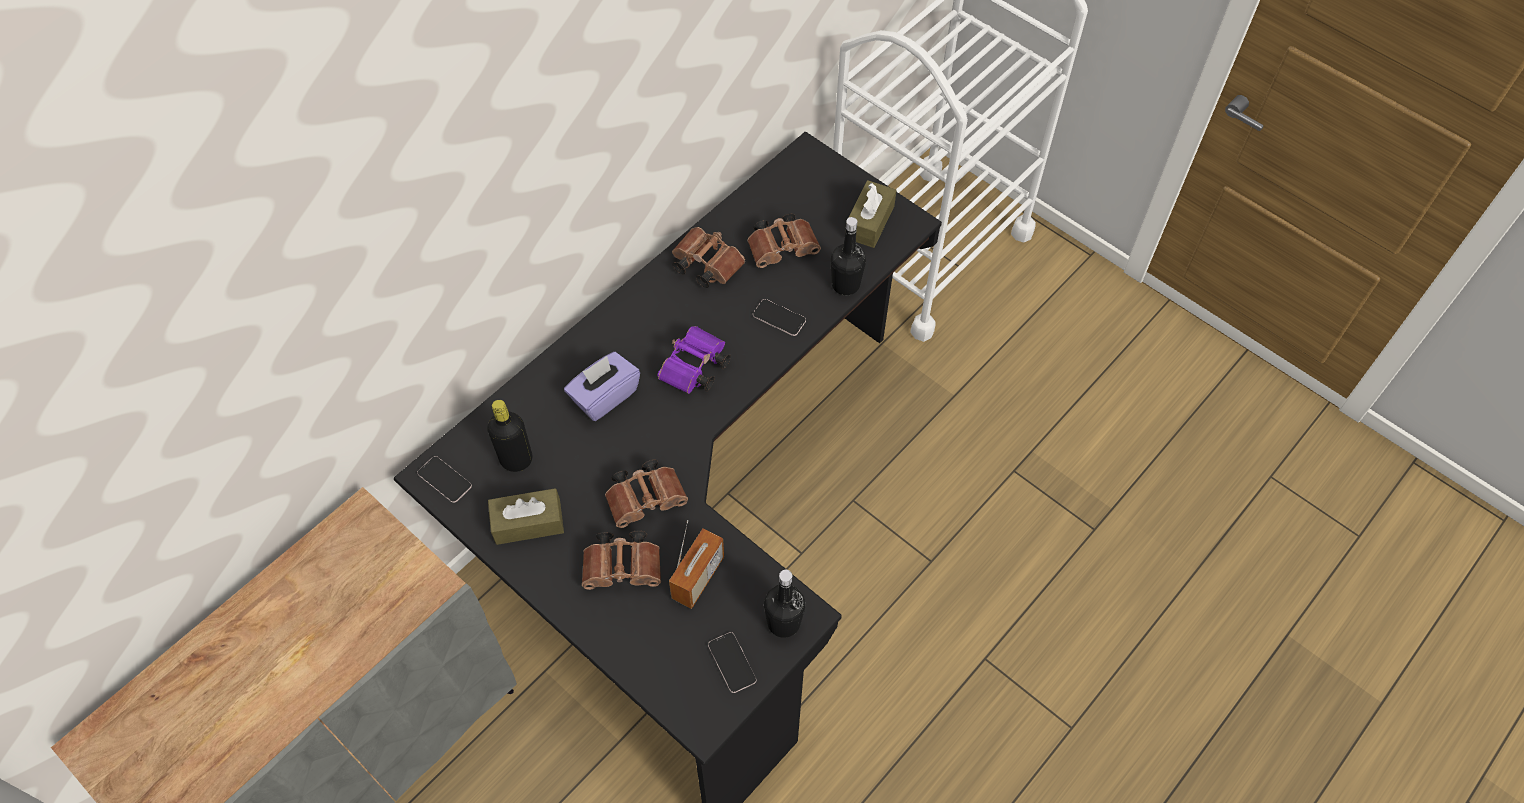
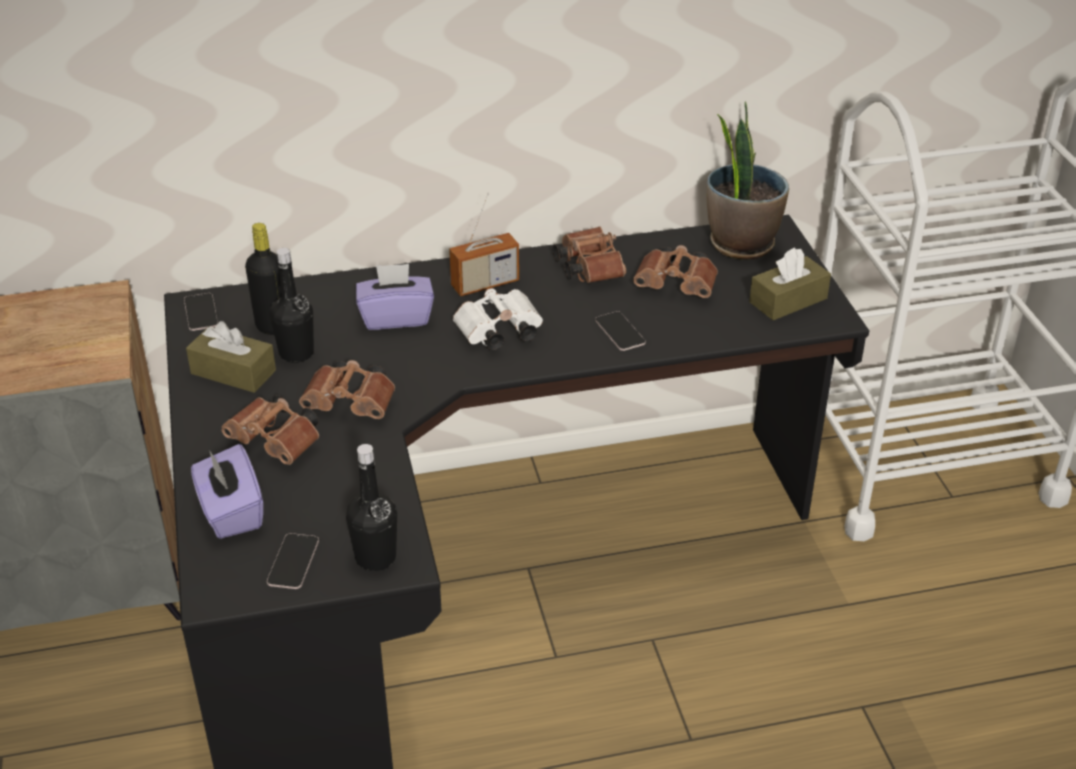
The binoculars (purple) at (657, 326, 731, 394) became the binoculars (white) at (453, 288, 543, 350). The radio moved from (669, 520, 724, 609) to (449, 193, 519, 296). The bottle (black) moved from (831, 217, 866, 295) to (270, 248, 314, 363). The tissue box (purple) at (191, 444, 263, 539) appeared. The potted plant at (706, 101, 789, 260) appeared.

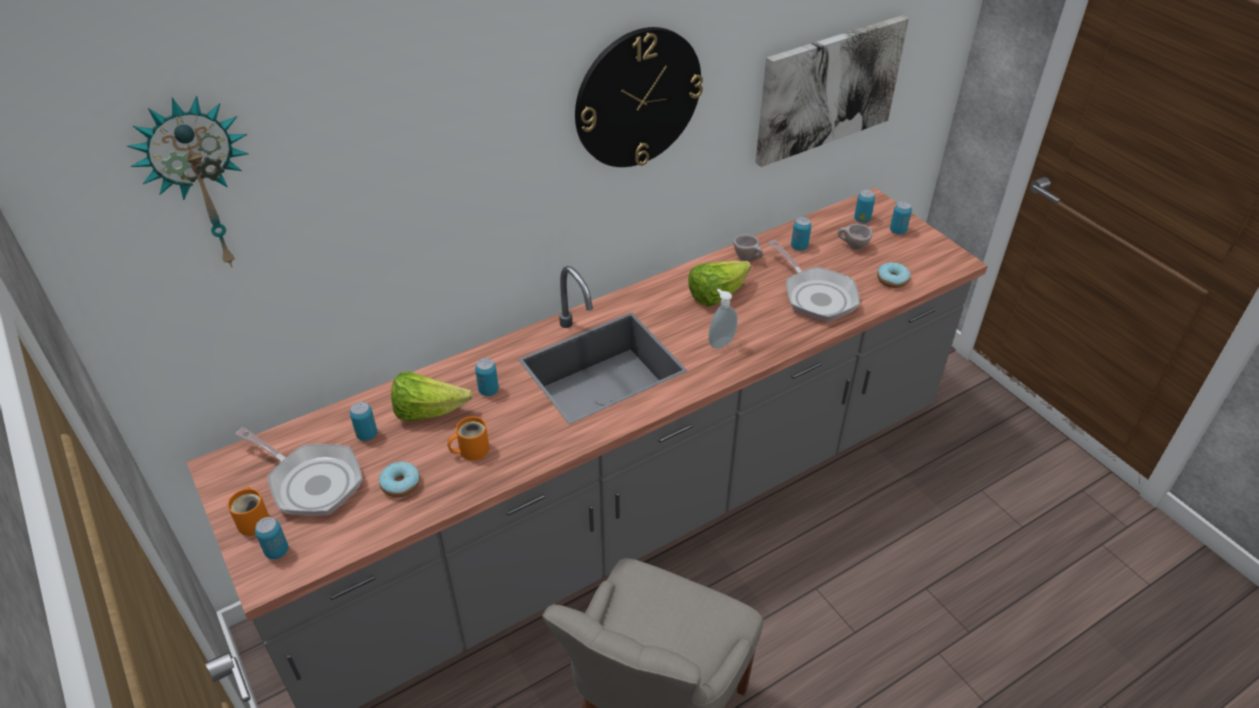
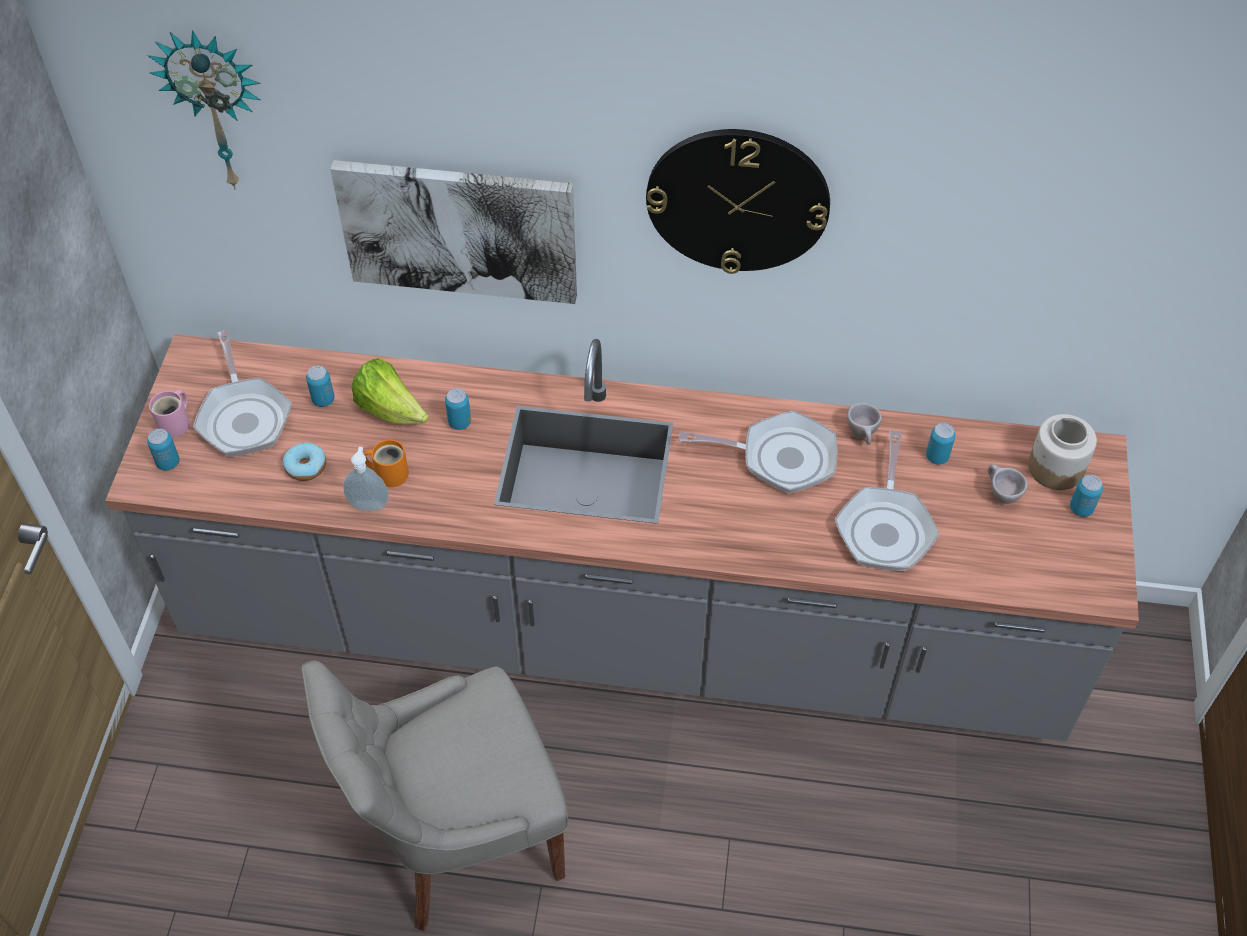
The mug (orange) at (228, 487, 270, 536) became the mug (pink) at (149, 390, 190, 438). The lettuce at (688, 261, 751, 306) was replaced by the frying pan at (679, 410, 837, 494). The soap dispenser moved from (708, 289, 738, 349) to (343, 447, 389, 511). The picture moved from (755, 15, 909, 167) to (330, 160, 577, 304). The can at (854, 190, 875, 223) was replaced by the jar at (1028, 414, 1097, 490). The donut at (877, 262, 910, 288) disappeared.

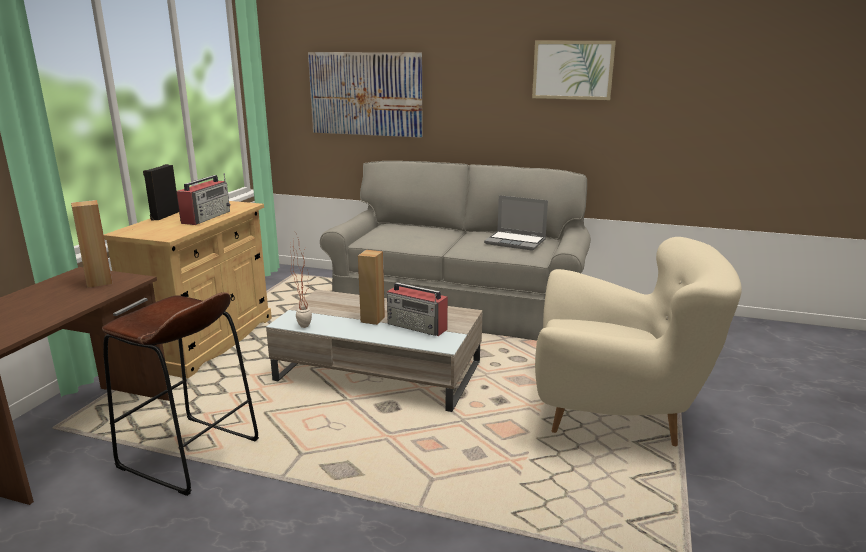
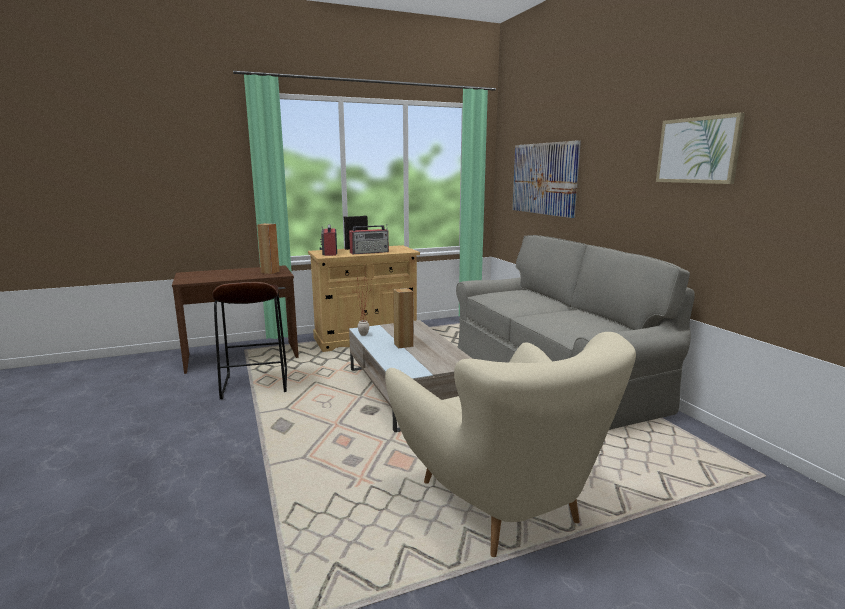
The radio moved from (387, 282, 448, 336) to (320, 224, 337, 256). The laptop at (484, 195, 548, 251) disappeared.

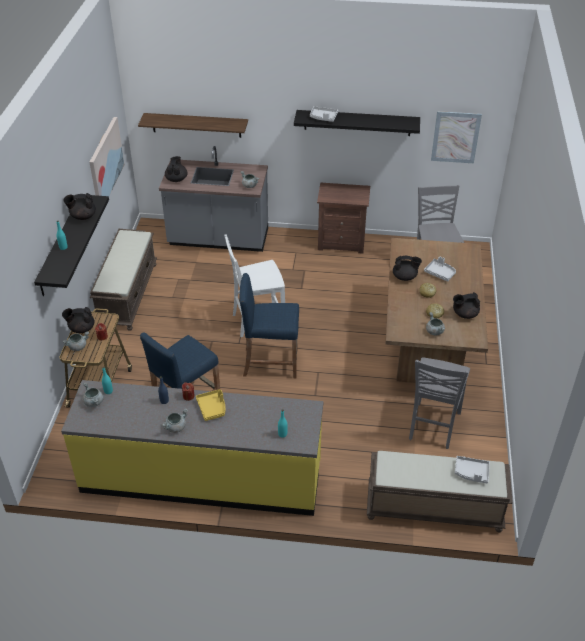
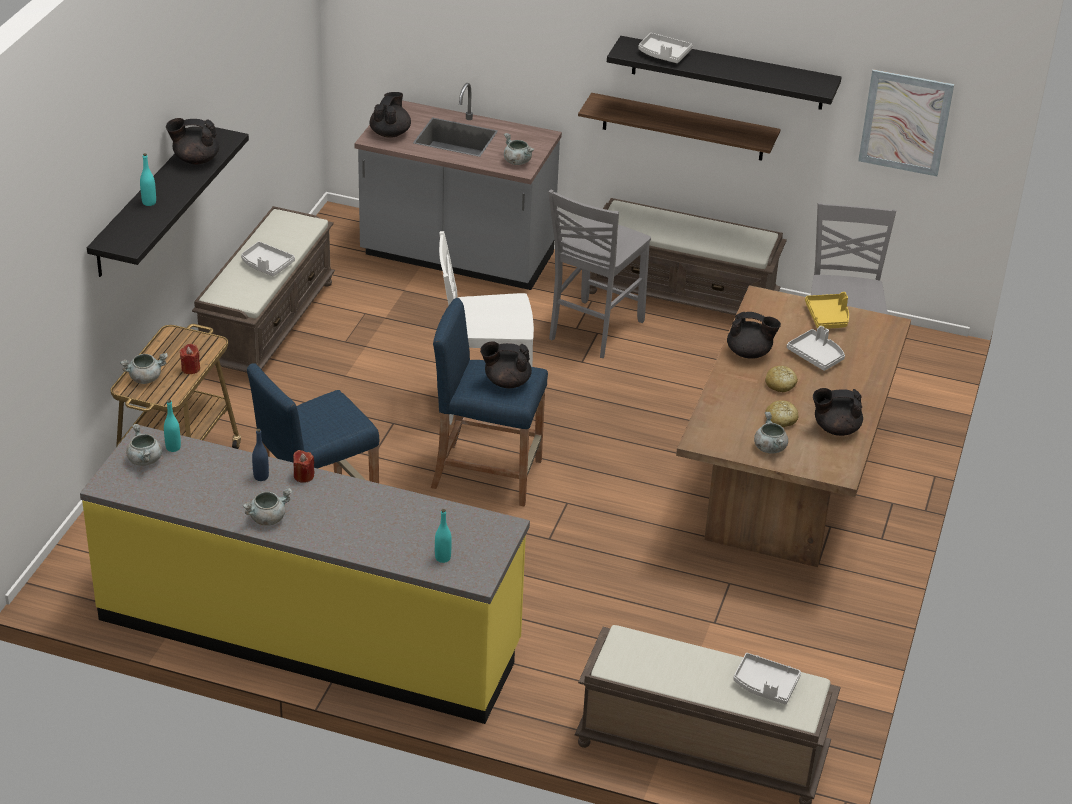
The teapot (black) moved from (62, 307, 94, 333) to (480, 341, 532, 388). The picture at (89, 117, 125, 196) disappeared. The shelf moved from (138, 113, 248, 138) to (578, 93, 781, 161). The tray (yellow) moved from (196, 389, 226, 421) to (805, 292, 849, 329). The nightstand (brown) at (317, 183, 370, 254) was replaced by the bench (brown) at (589, 198, 787, 315). The chair (grey) moved from (409, 357, 470, 449) to (548, 190, 651, 358). The tray (grey) at (241, 241, 295, 276) appeared.

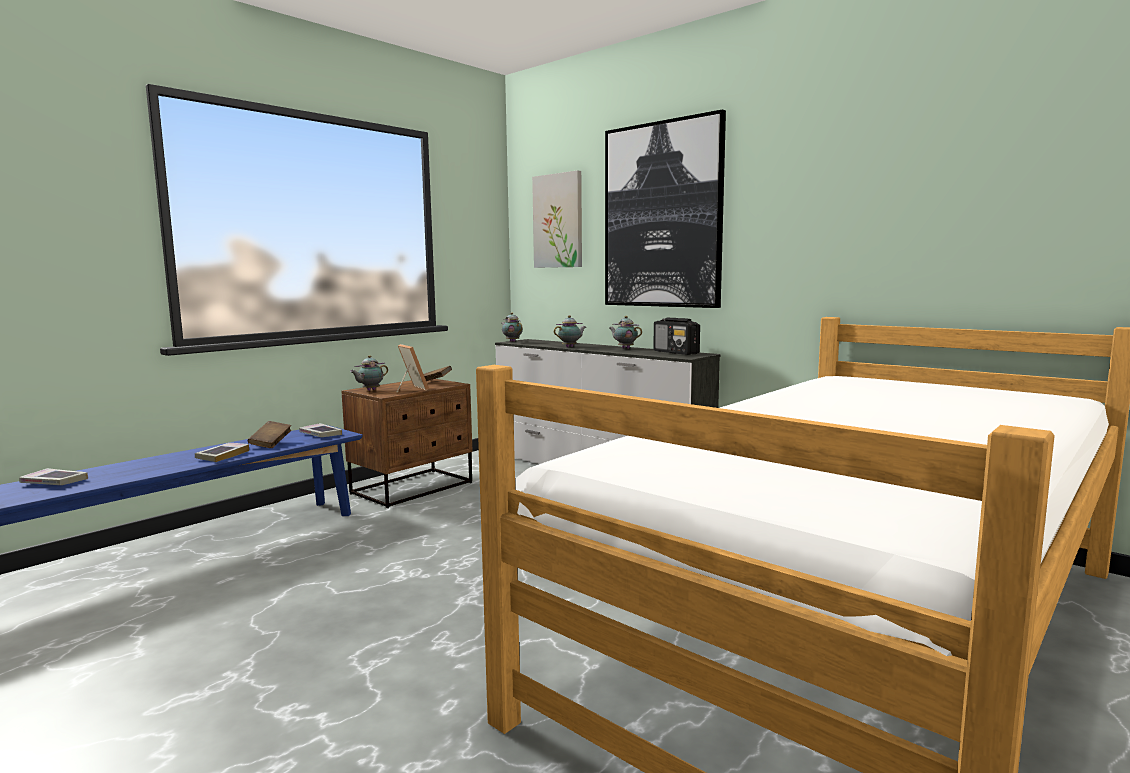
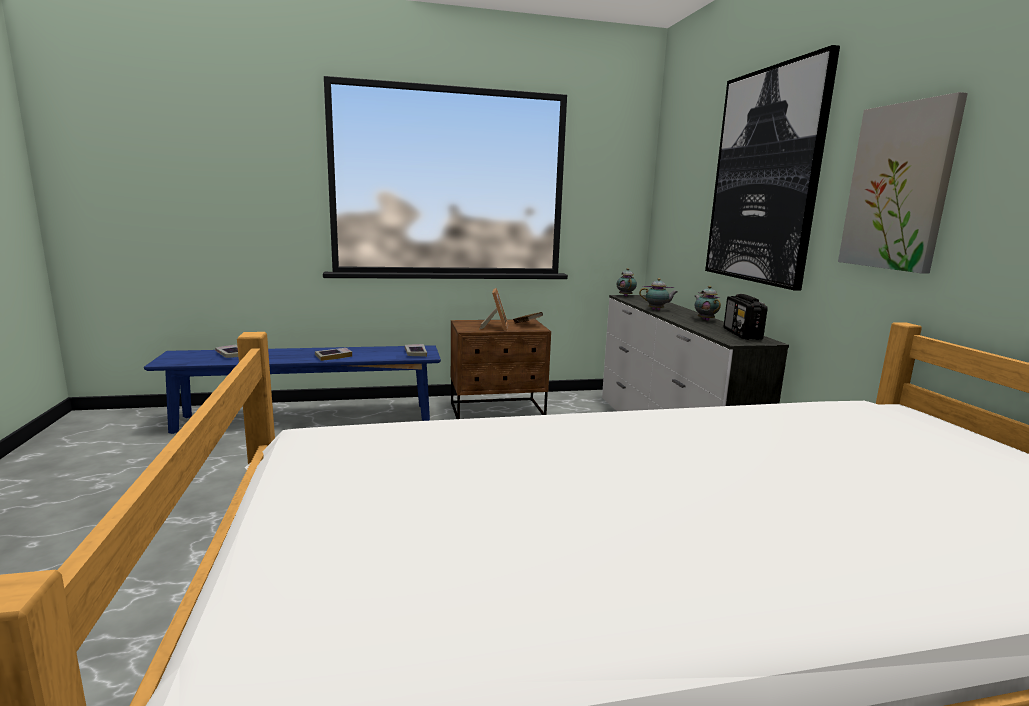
The book (brown) at (248, 421, 291, 448) disappeared. The teapot at (350, 355, 388, 391) disappeared. The picture moved from (532, 170, 582, 268) to (838, 92, 968, 274).

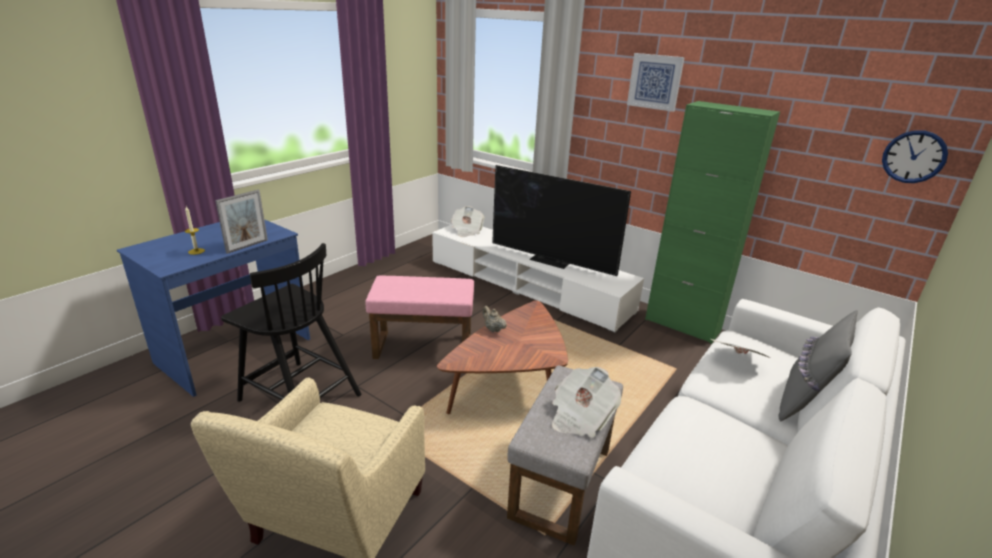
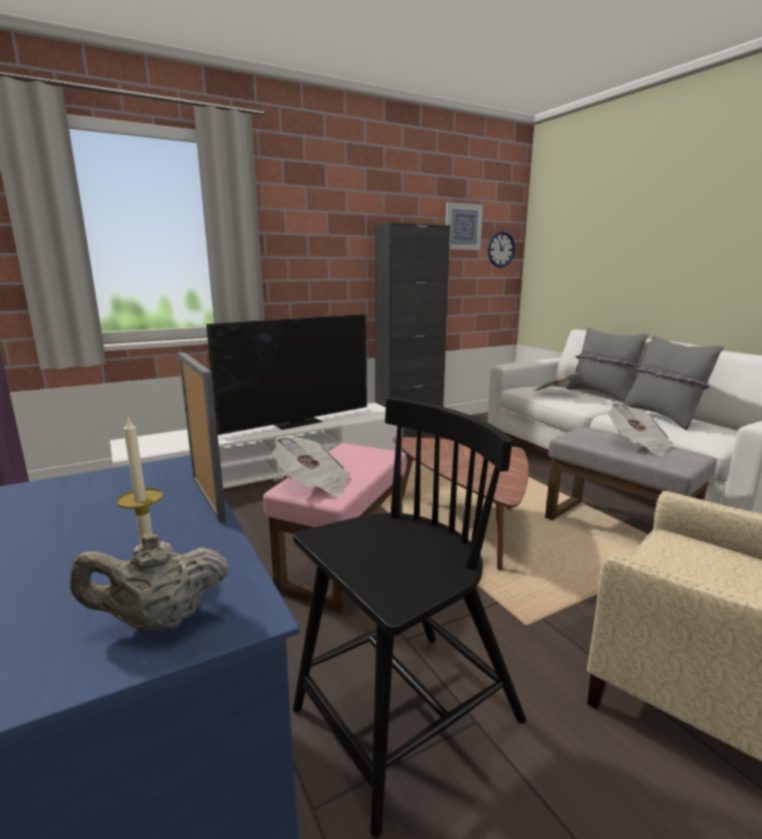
The newspaper moved from (451, 206, 485, 237) to (272, 436, 350, 496). The teapot (beige) moved from (482, 306, 507, 332) to (70, 533, 229, 632). The picture moved from (627, 53, 685, 112) to (445, 202, 483, 250). The cabinet (green) at (645, 101, 780, 344) became the cabinet (black) at (375, 222, 450, 437). The pillow (grey) at (622, 335, 724, 430) appeared.

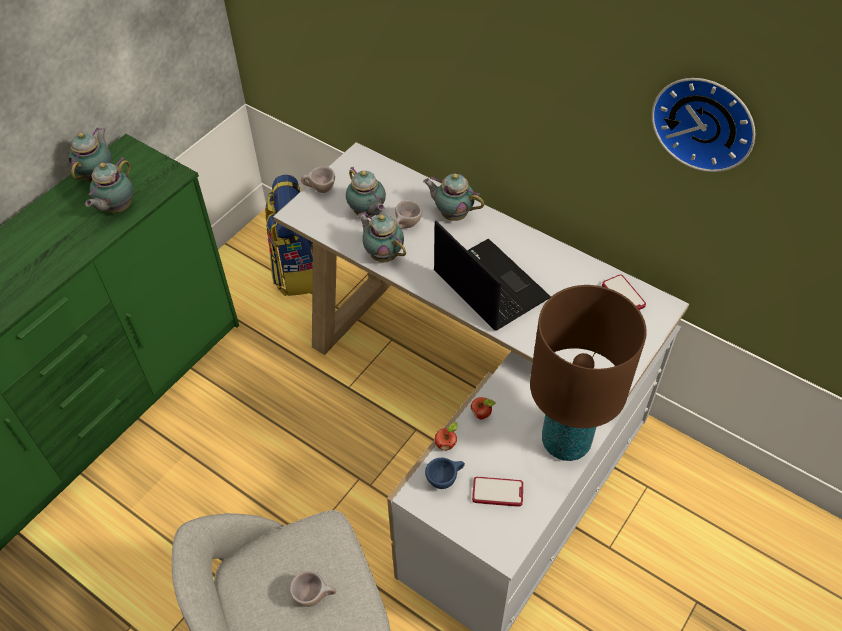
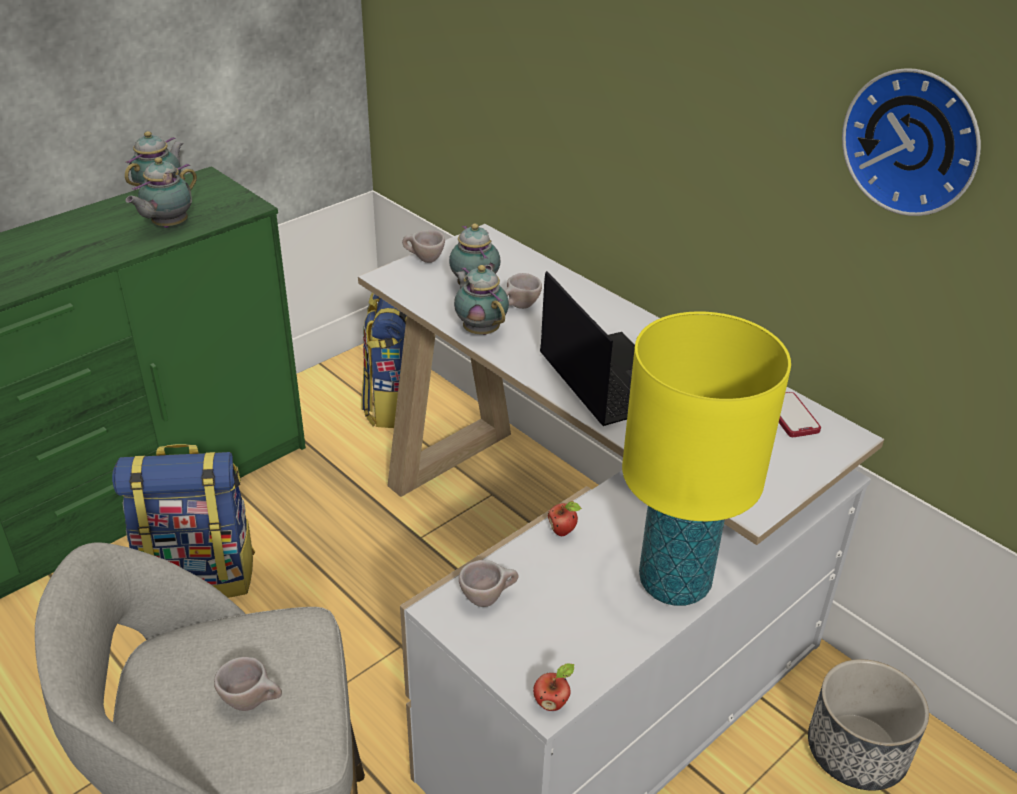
The teapot at (423, 174, 484, 221) disappeared. The cup (blue) at (425, 458, 465, 489) became the cup (beige) at (459, 560, 519, 607). The apple moved from (434, 422, 458, 450) to (533, 663, 574, 711). The phone at (472, 477, 523, 507) disappeared. The table lamp (brown) at (530, 285, 647, 461) became the table lamp (yellow) at (622, 311, 791, 606). The backpack at (112, 444, 255, 598) appeared. The planter at (808, 659, 929, 791) appeared.

